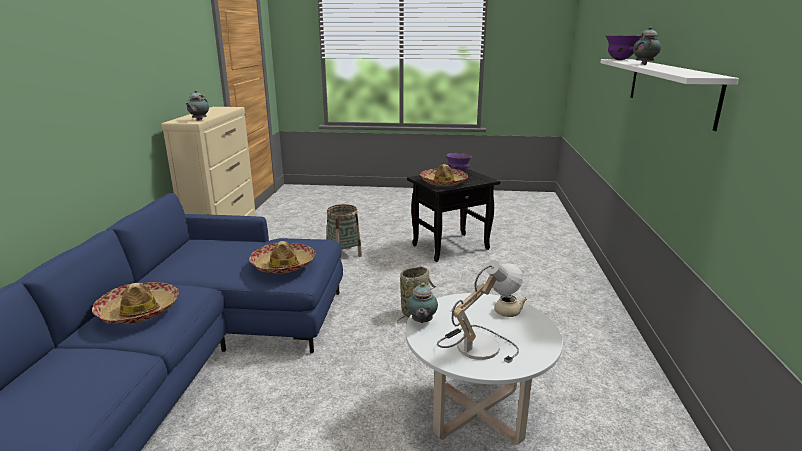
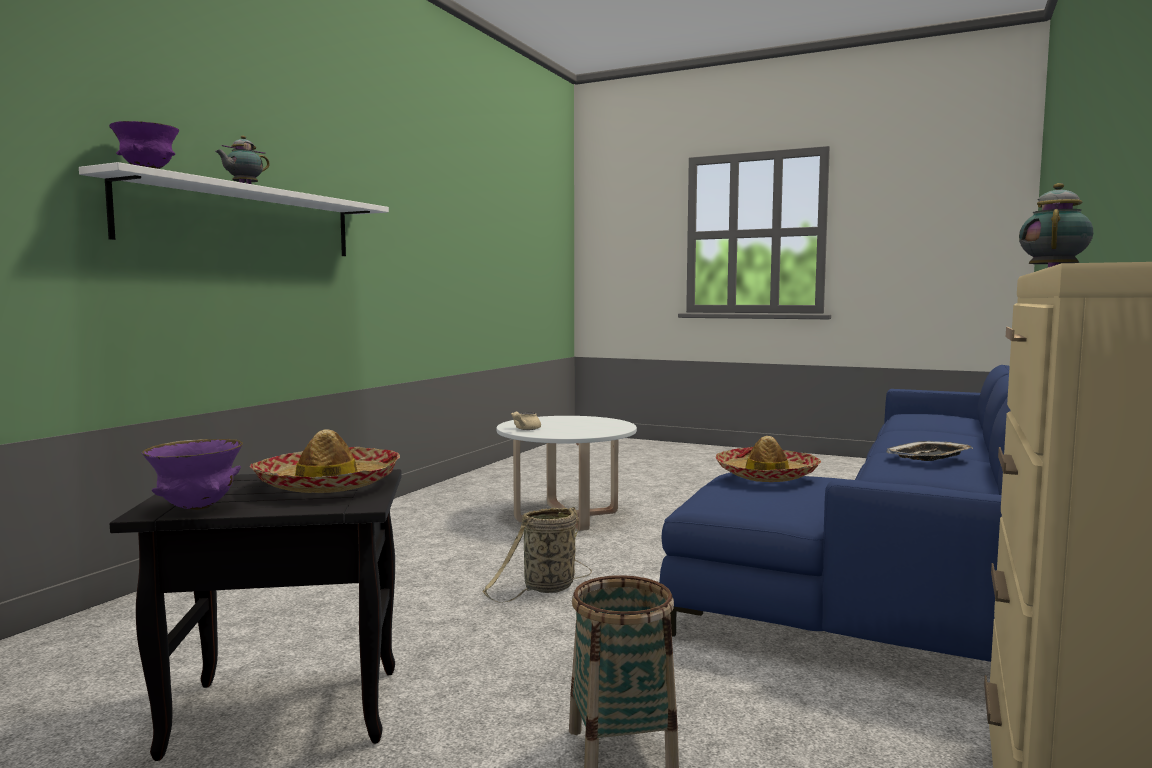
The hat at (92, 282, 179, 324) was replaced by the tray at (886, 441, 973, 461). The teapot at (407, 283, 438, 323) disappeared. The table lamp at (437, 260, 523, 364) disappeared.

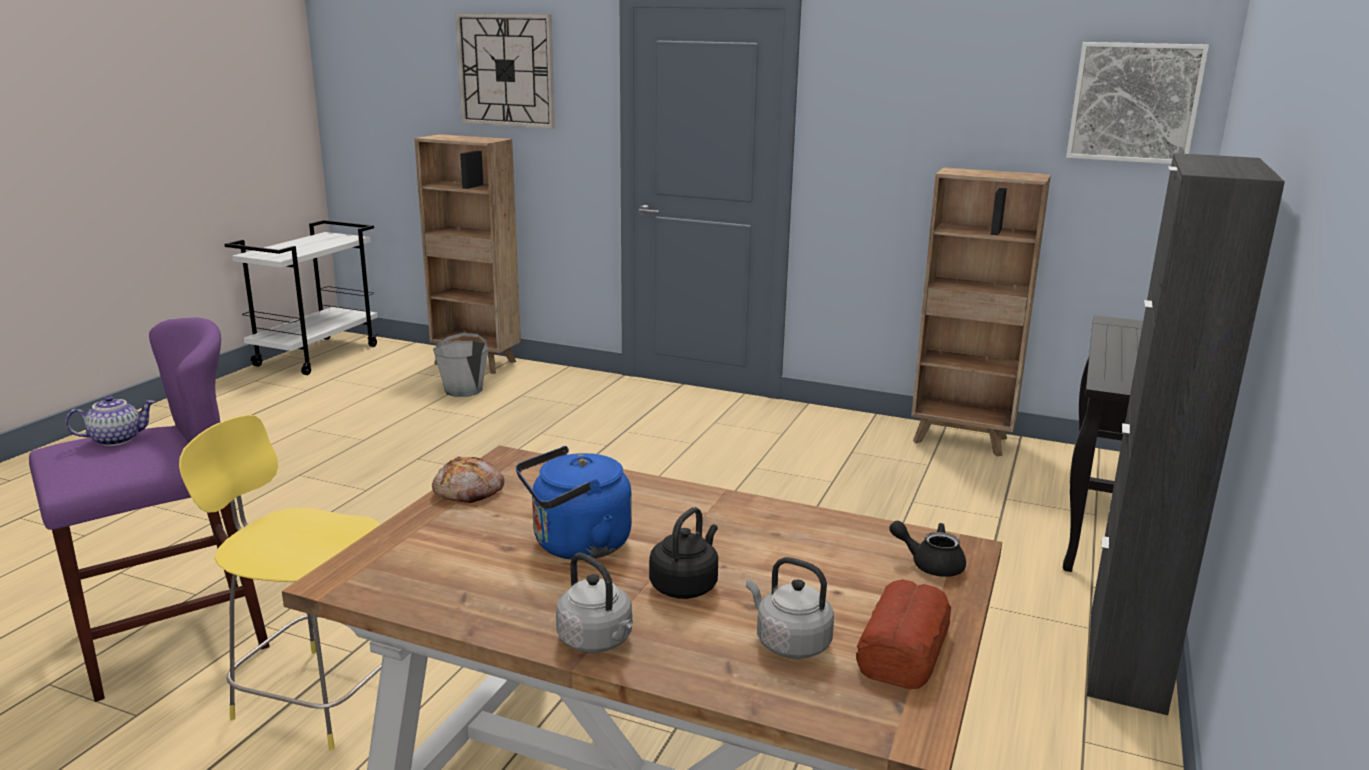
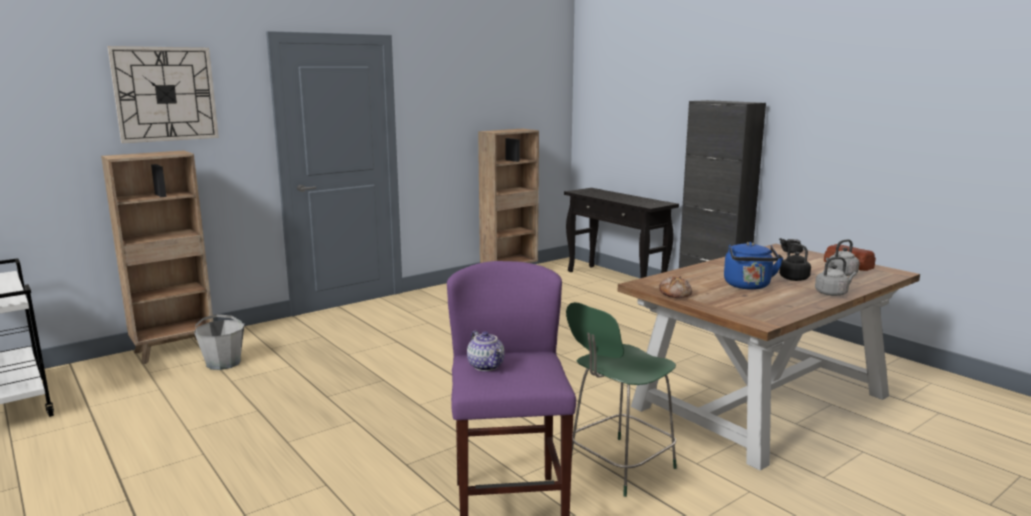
The teapot at (65, 395, 156, 446) turned 150 degrees clockwise. The stool (yellow) at (179, 415, 382, 751) became the stool (green) at (566, 302, 677, 497). The picture at (1066, 42, 1209, 164) disappeared.

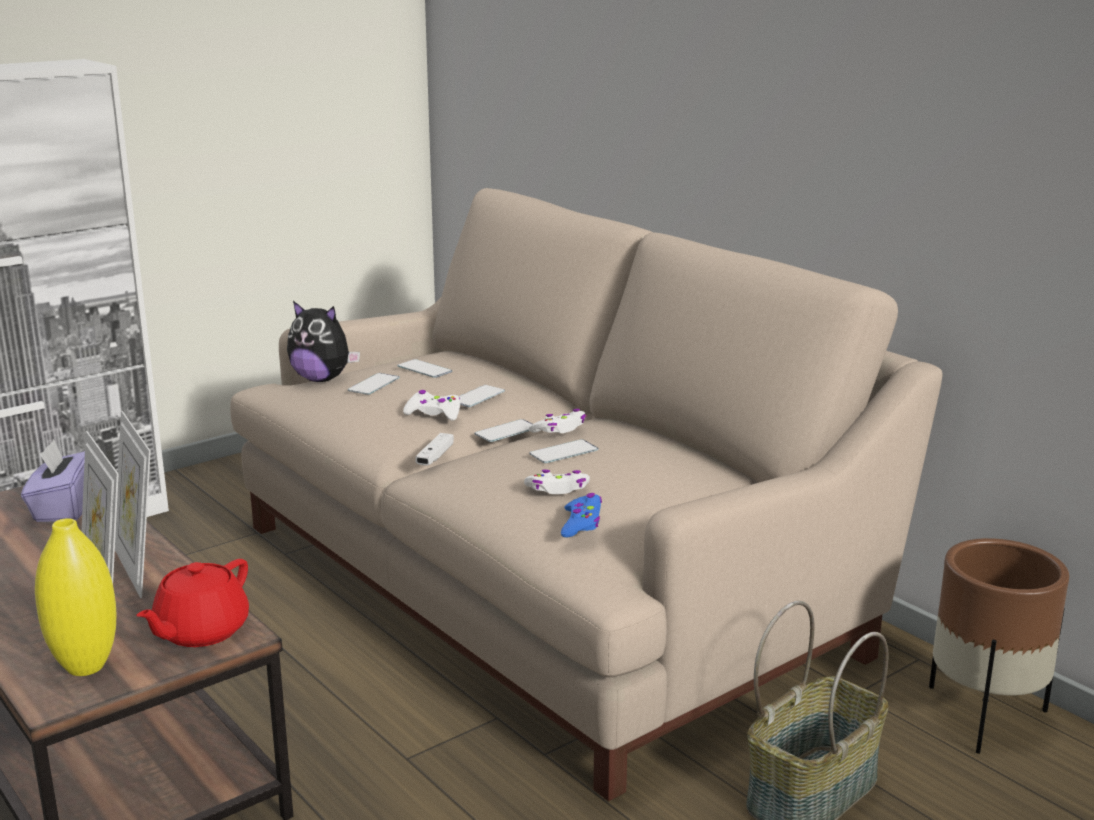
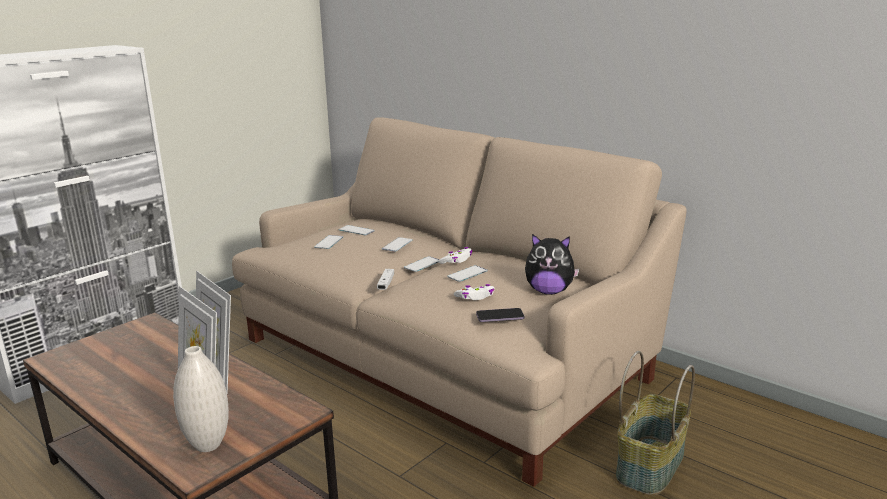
The tissue box (purple) at (21, 440, 85, 522) disappeared. The vase (yellow) at (35, 518, 117, 676) became the vase (white) at (173, 346, 229, 452). The teapot (red) at (136, 559, 249, 647) disappeared. The plush toy moved from (287, 301, 360, 382) to (525, 234, 580, 295). The game controller (white) at (403, 390, 460, 420) disappeared. The game controller (blue) at (561, 493, 602, 537) was replaced by the phone at (476, 308, 524, 322). The planter (brown) at (929, 538, 1069, 754) disappeared.

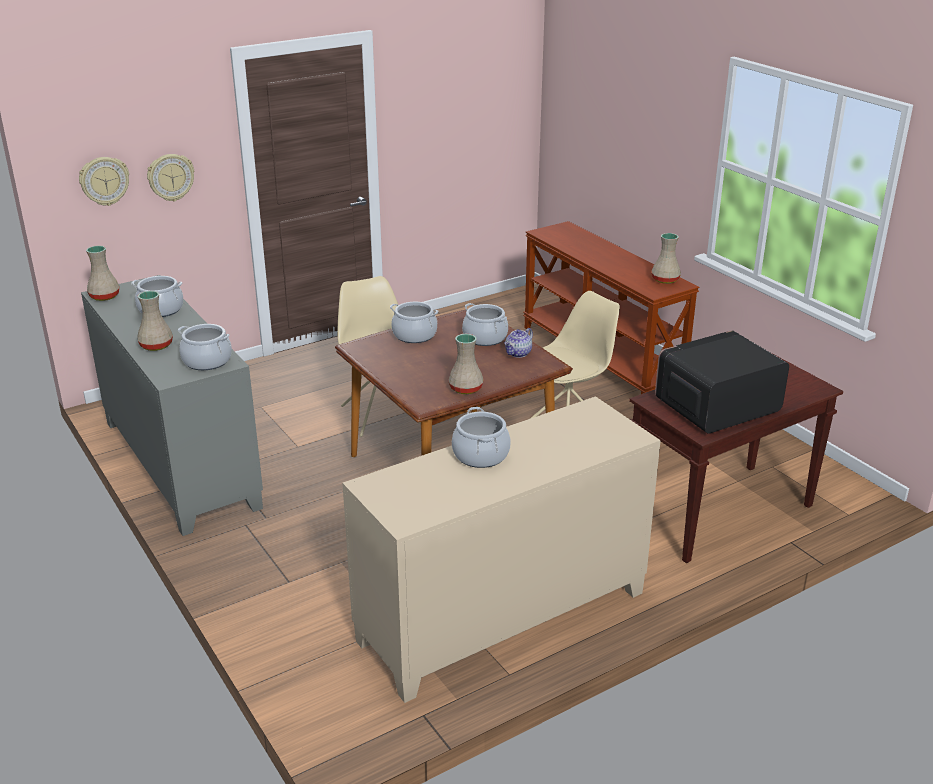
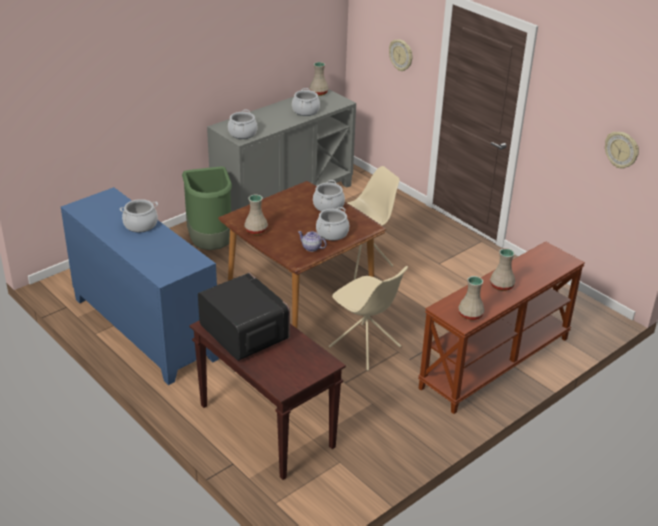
The wall clock moved from (79, 157, 129, 206) to (605, 131, 639, 169). The vase (beige) moved from (137, 291, 173, 351) to (490, 248, 515, 291). The cabinet (beige) at (342, 396, 661, 703) became the cabinet (blue) at (61, 187, 219, 385). The trash can (green) at (182, 167, 232, 250) appeared.

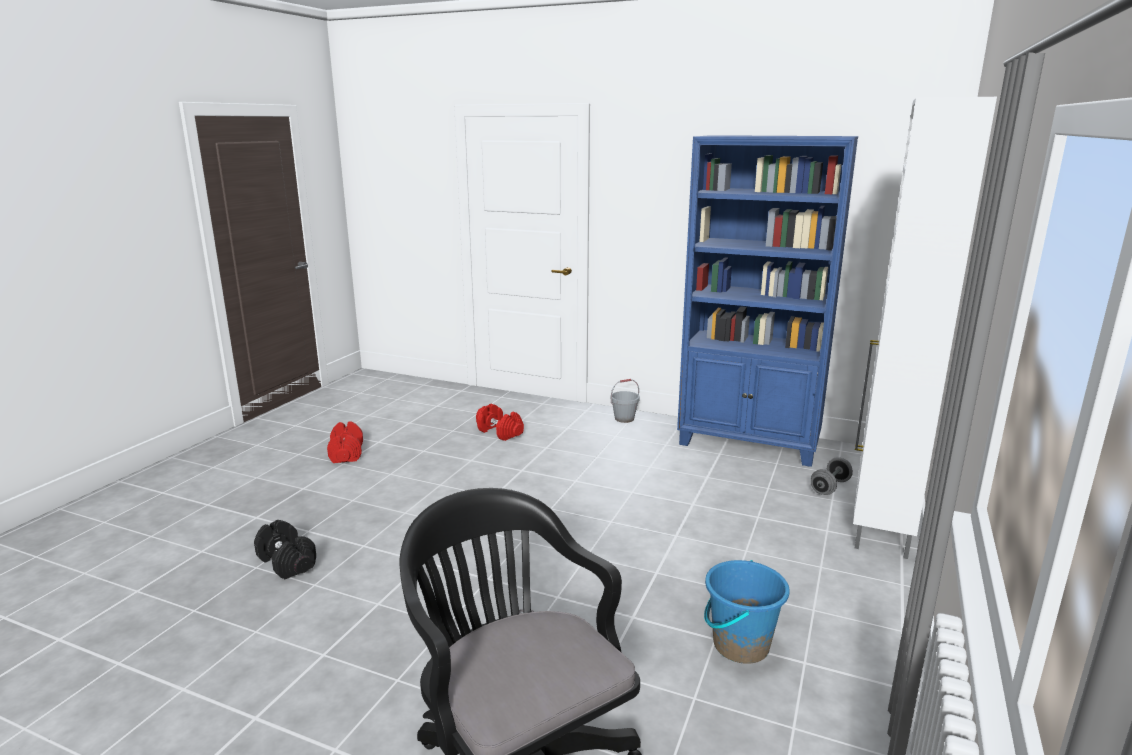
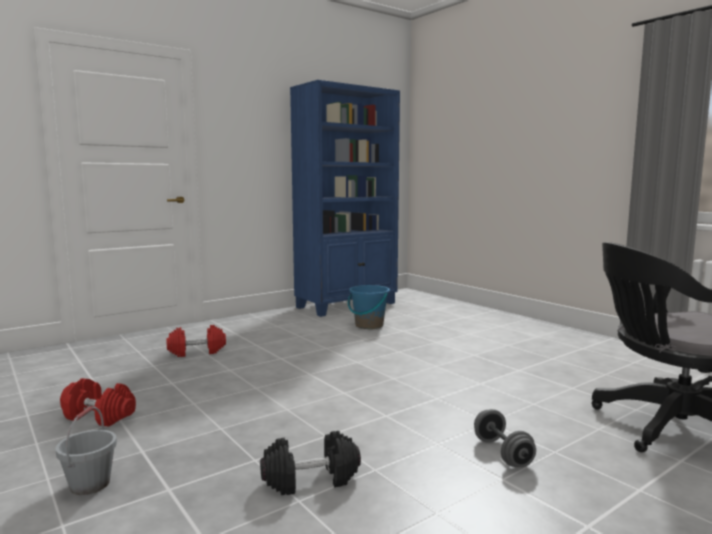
The bucket (grey) moved from (610, 379, 640, 423) to (55, 406, 117, 495). The bucket (blue) moved from (704, 560, 790, 664) to (348, 285, 390, 329). The dumbbell (grey) moved from (811, 457, 853, 495) to (474, 409, 536, 467). The cabinet (white) at (853, 97, 997, 559) disappeared.

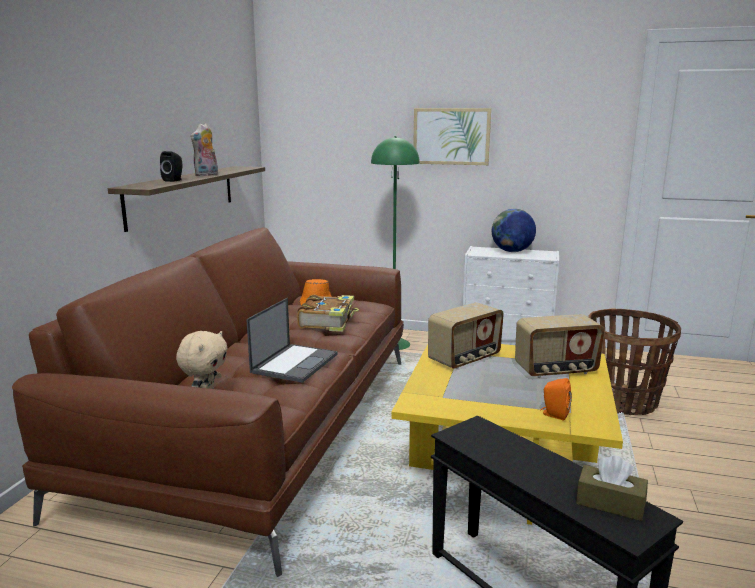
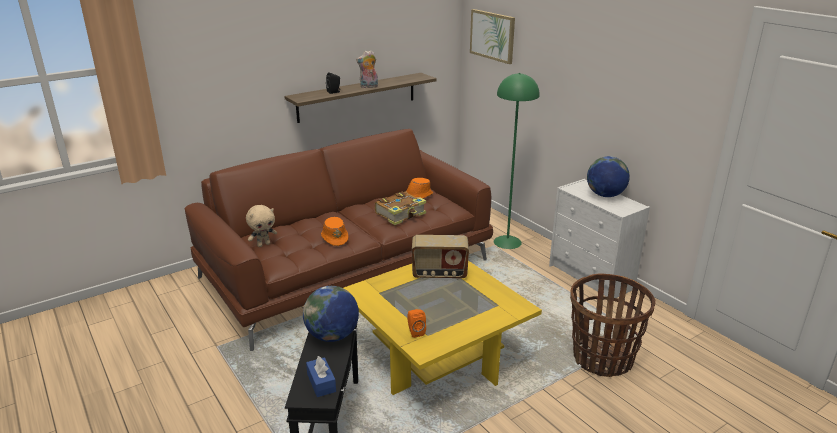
The laptop at (246, 298, 338, 383) was replaced by the hat (orange) at (321, 217, 348, 246). The picture moved from (413, 108, 491, 165) to (470, 9, 515, 64). The radio at (515, 314, 605, 378) disappeared. The tissue box (brown) at (576, 455, 648, 521) became the tissue box (blue) at (306, 356, 336, 397). The globe at (303, 286, 359, 342) appeared.

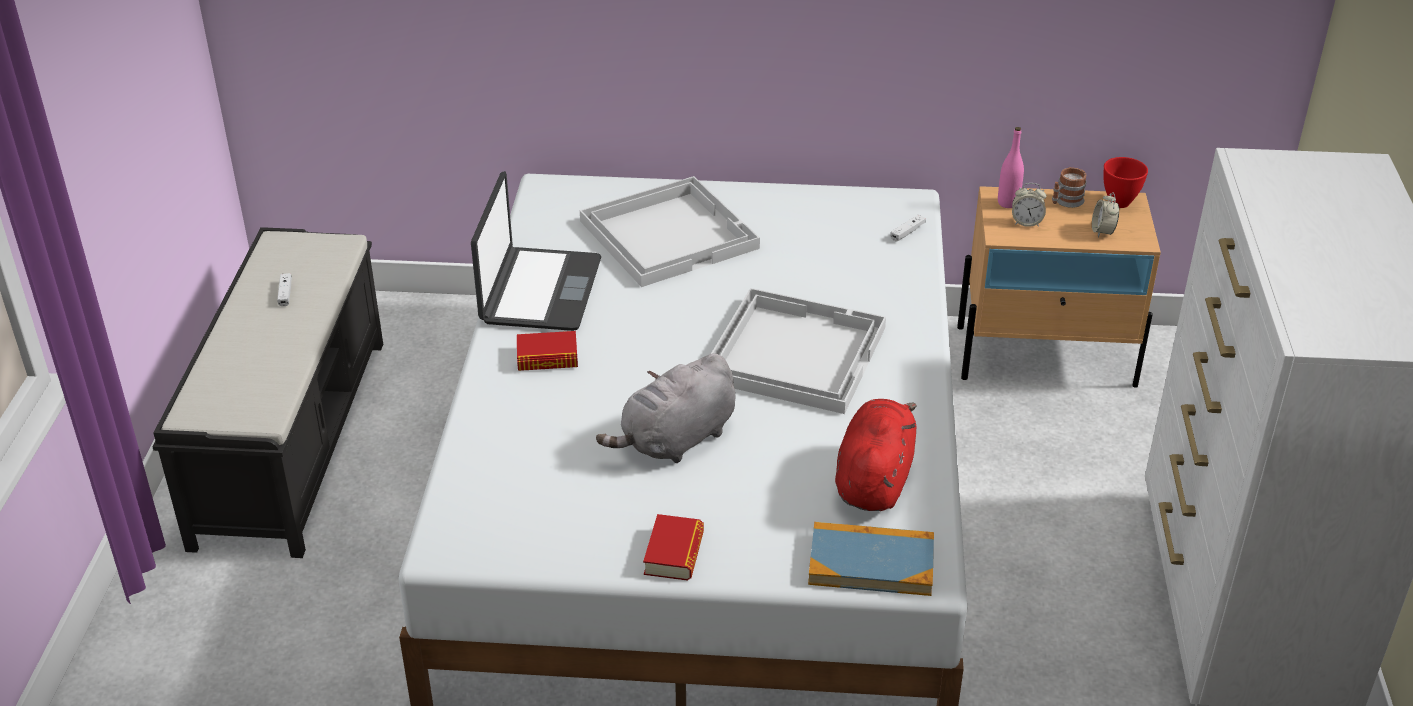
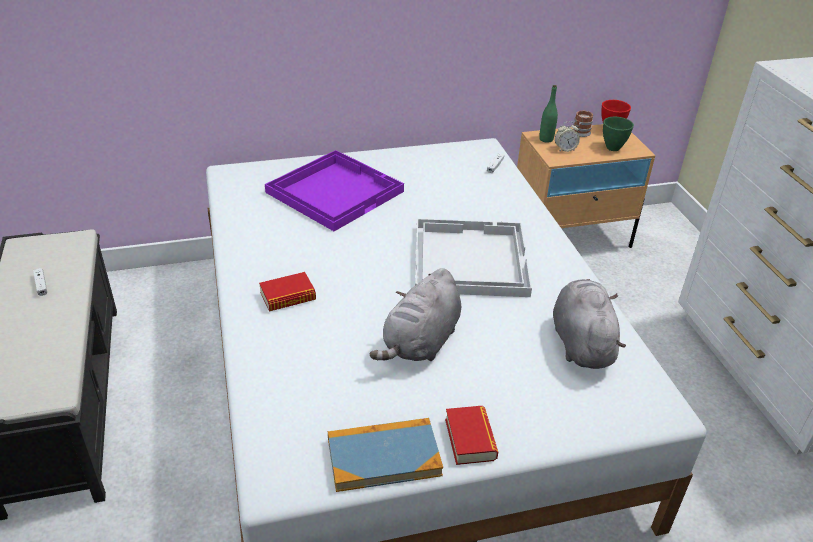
The laptop at (471, 171, 601, 331) disappeared. The tray (white) at (580, 176, 760, 287) became the tray (purple) at (265, 150, 404, 231). The book moved from (808, 522, 934, 596) to (328, 418, 443, 492). The plush toy (red) at (835, 399, 917, 511) became the plush toy (grey) at (553, 279, 626, 369). The bottle (pink) at (998, 127, 1024, 208) became the bottle (green) at (539, 85, 558, 143). The alarm clock at (1092, 192, 1119, 238) was replaced by the bowl (green) at (603, 117, 634, 151).

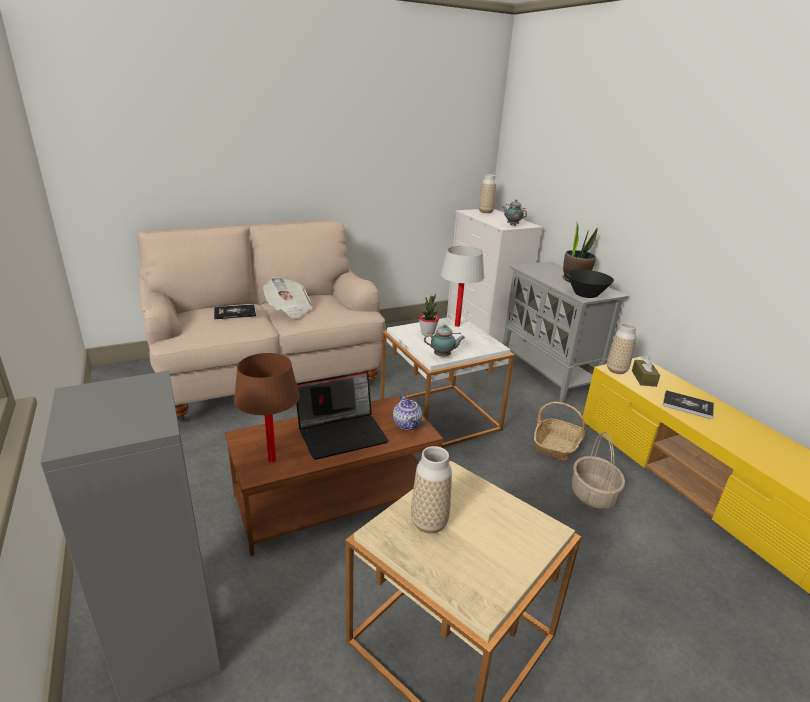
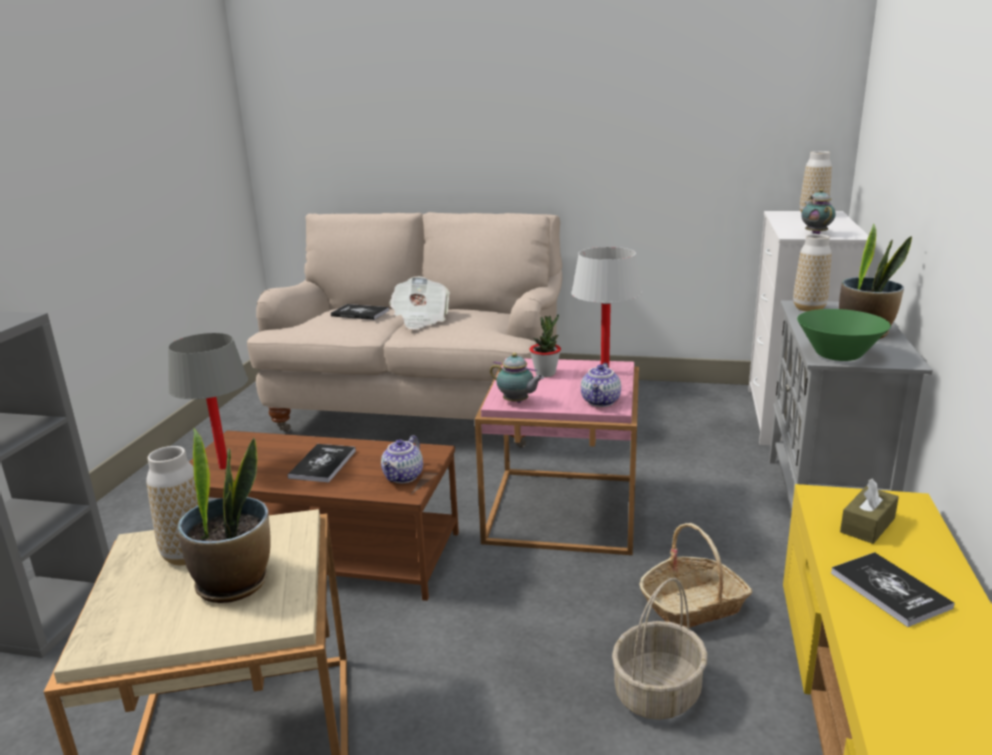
The table lamp (brown) at (234, 353, 300, 463) became the table lamp (grey) at (168, 333, 248, 469). The laptop at (296, 371, 389, 460) was replaced by the book at (288, 444, 356, 482). The side table (white) at (380, 316, 515, 452) became the side table (pink) at (475, 358, 639, 555). The bowl (black) at (567, 270, 614, 298) became the bowl (green) at (797, 309, 891, 361). The vase moved from (607, 323, 636, 374) to (793, 234, 832, 312). The potted plant at (178, 428, 271, 603) appeared. The teapot at (581, 363, 621, 407) appeared.

